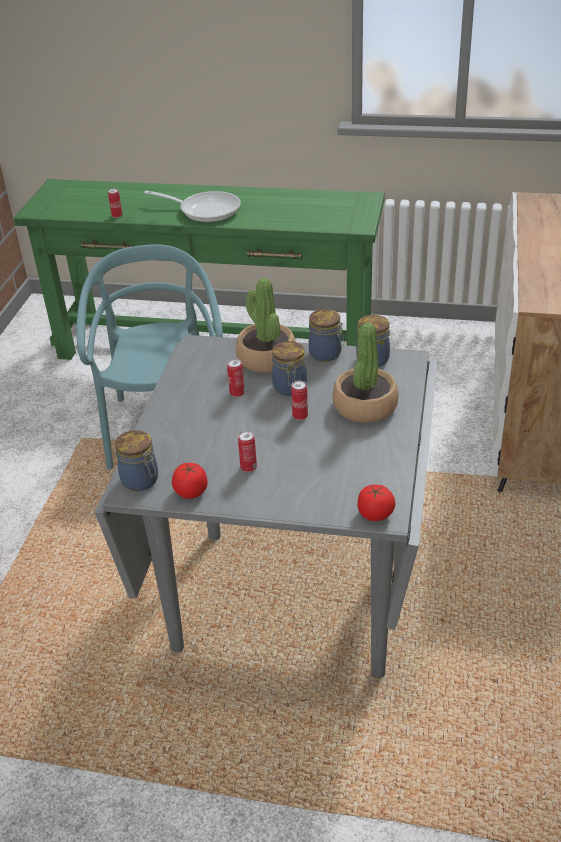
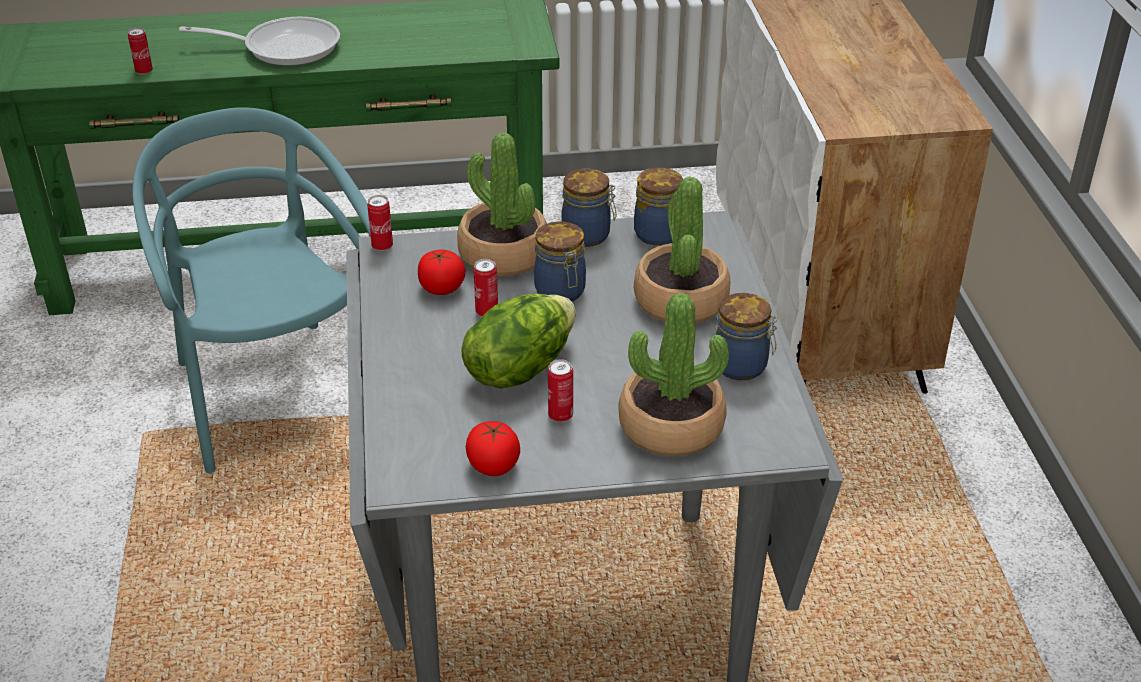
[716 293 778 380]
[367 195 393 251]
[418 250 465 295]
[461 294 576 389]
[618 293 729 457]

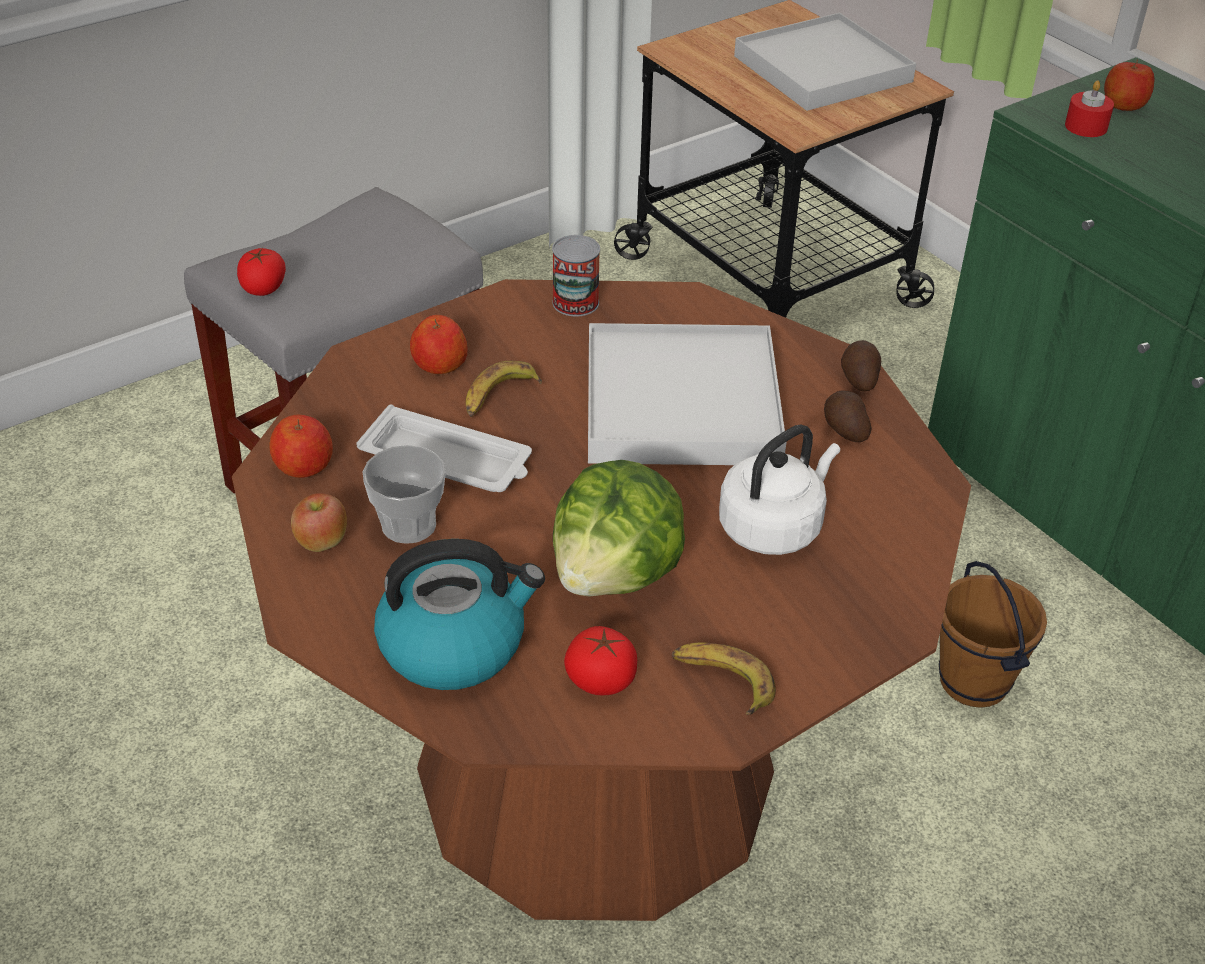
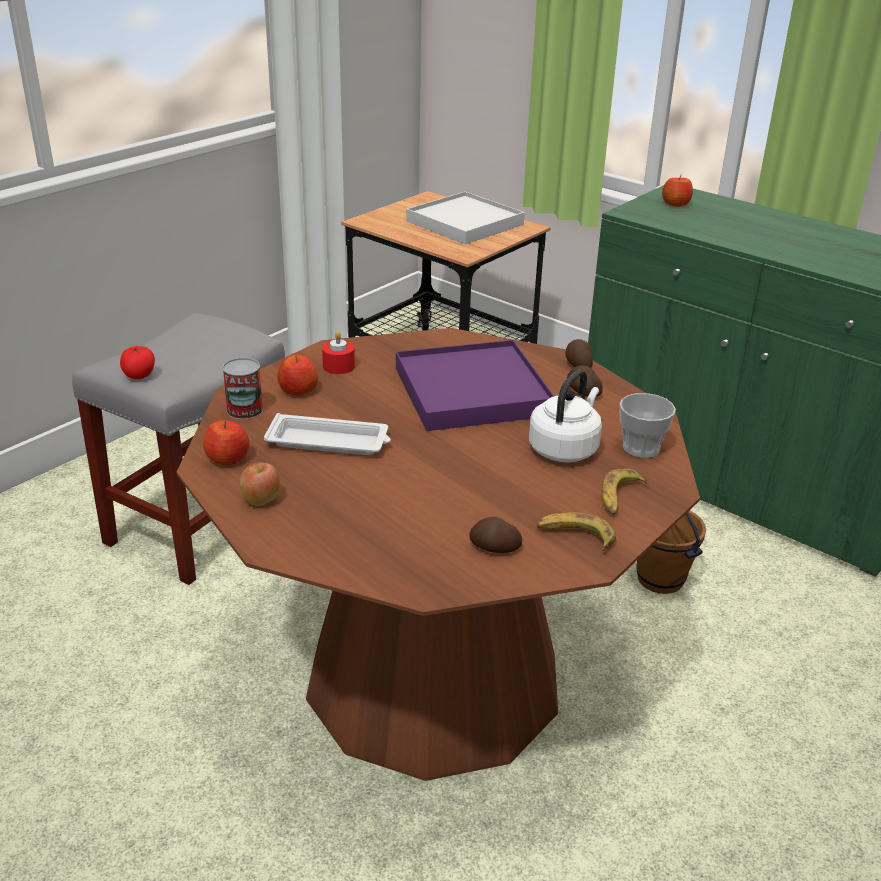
[619 393 676 458]
[374 539 545 690] (first image)
[601 469 648 515]
[222 358 263 420]
[553 460 685 596] (first image)
[469 517 522 553]
[396 340 554 431]
[322 331 355 374]

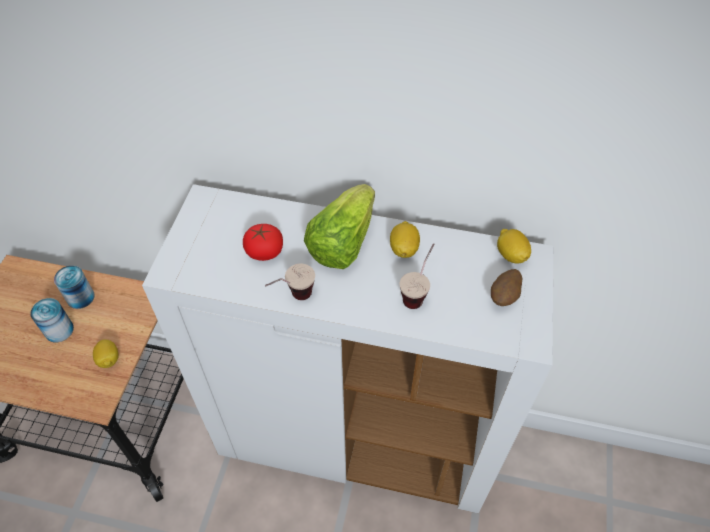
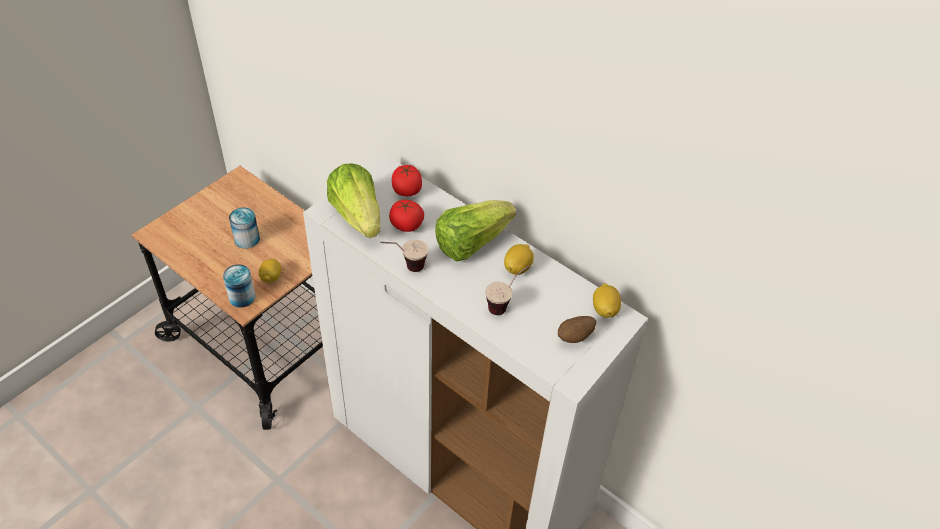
[223 264 256 308]
[327 163 380 238]
[392 165 422 196]

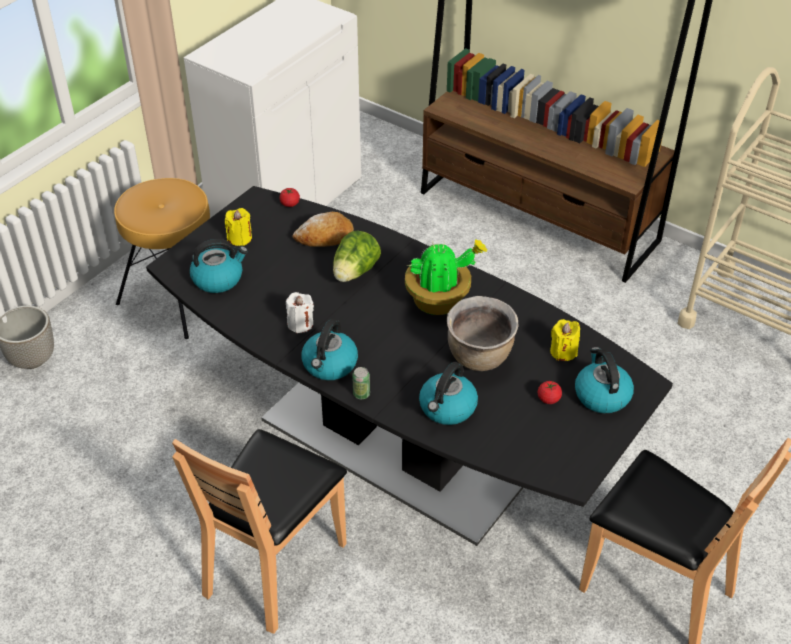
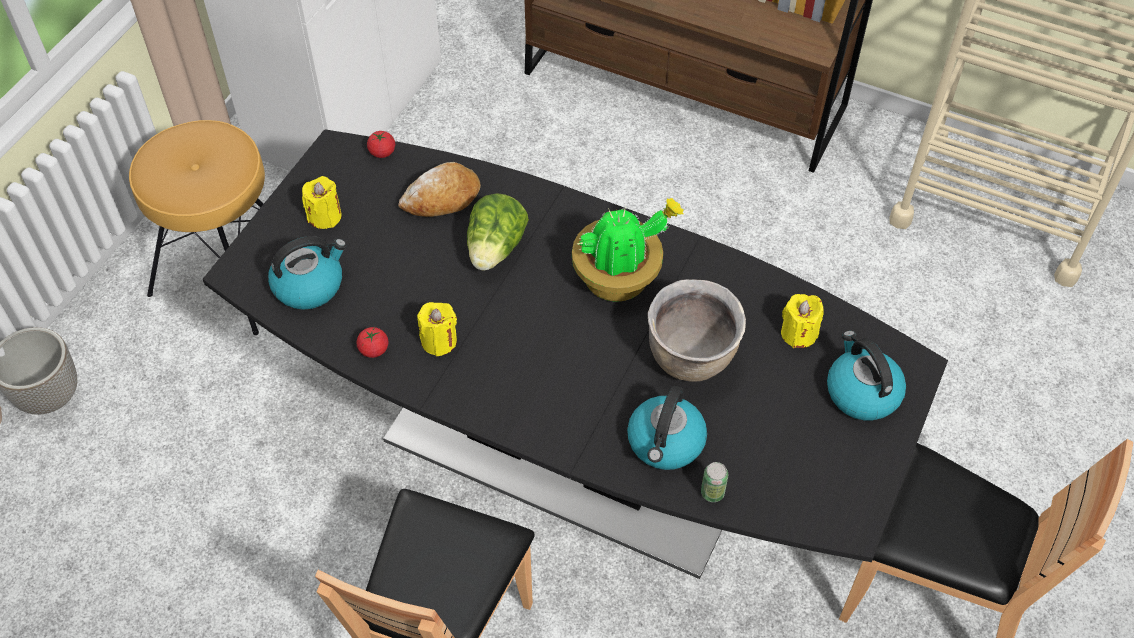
[417 302 457 356]
[301 319 358 380] (first image)
[701 462 728 502]
[356 327 388 358]

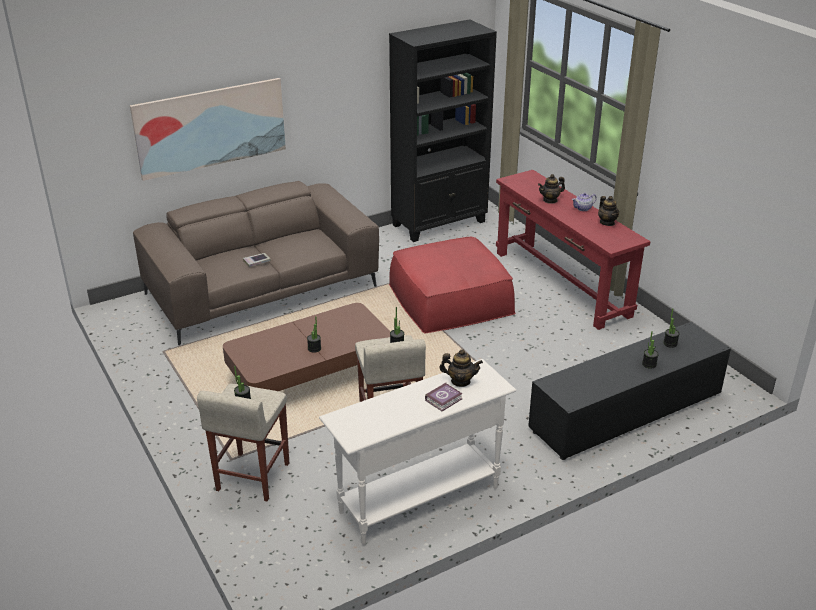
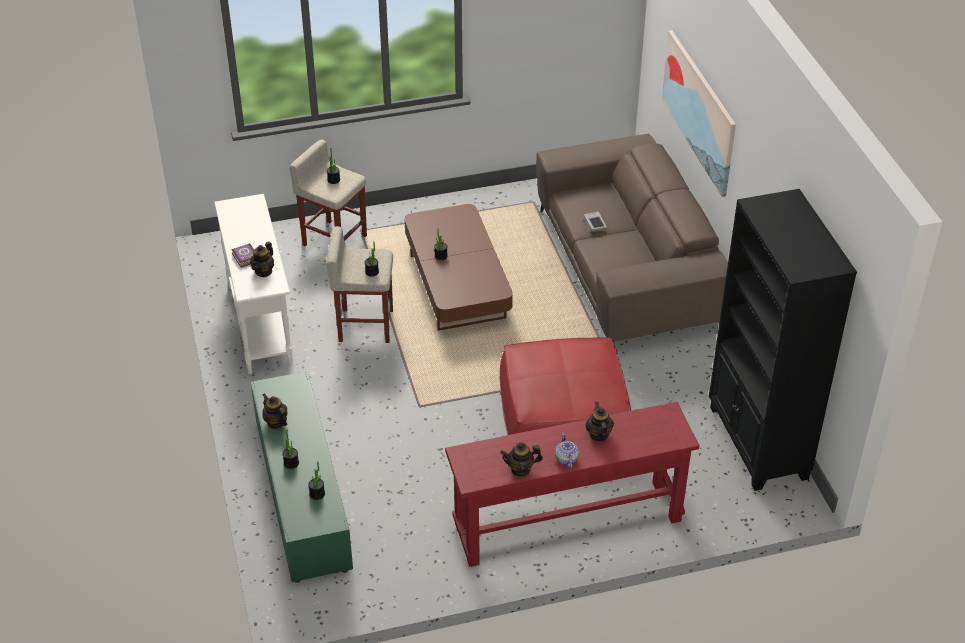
[251 371 353 583]
[262 393 288 429]

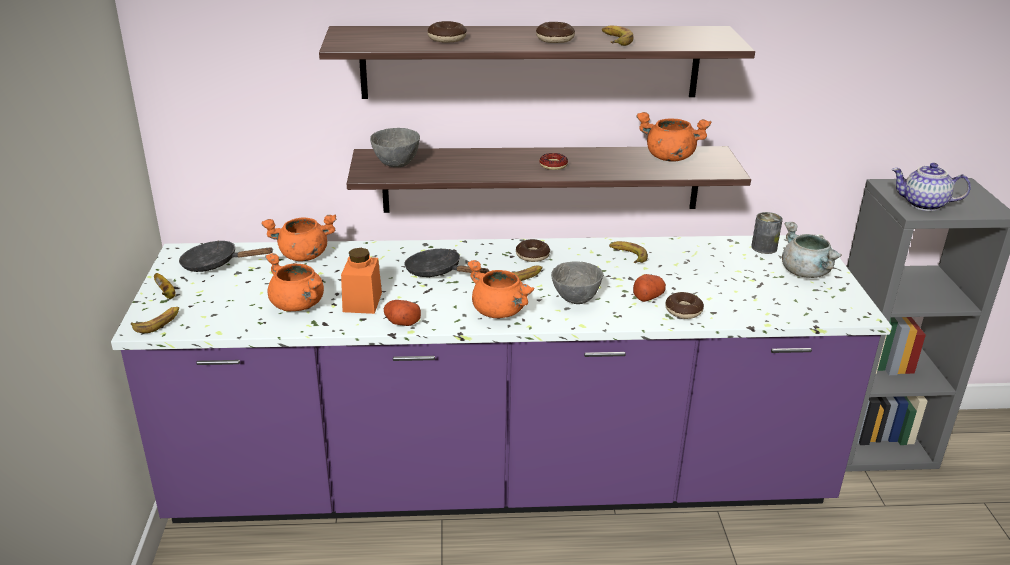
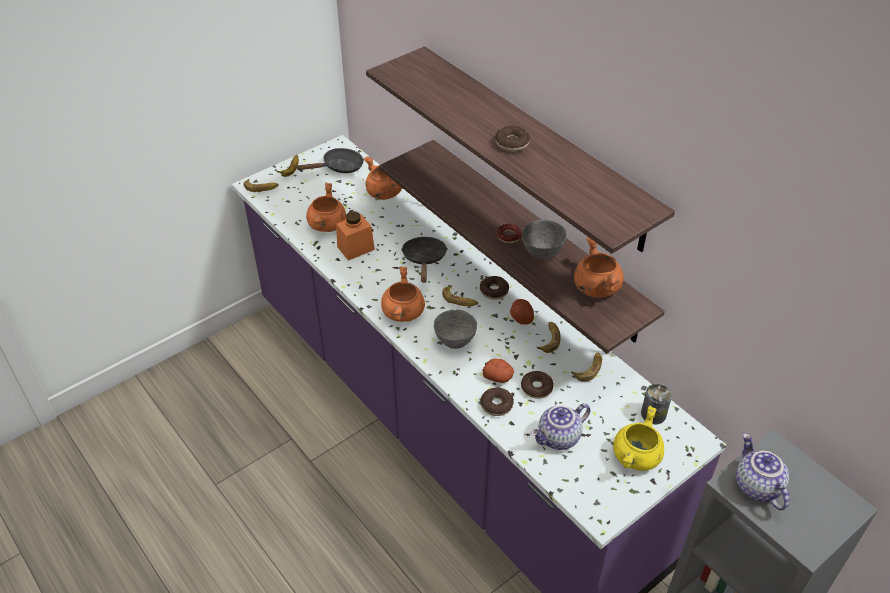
[297 148 364 173]
[522 220 567 259]
[510 299 534 324]
[521 371 554 399]
[571 352 602 381]
[613 406 664 471]
[531 403 590 450]

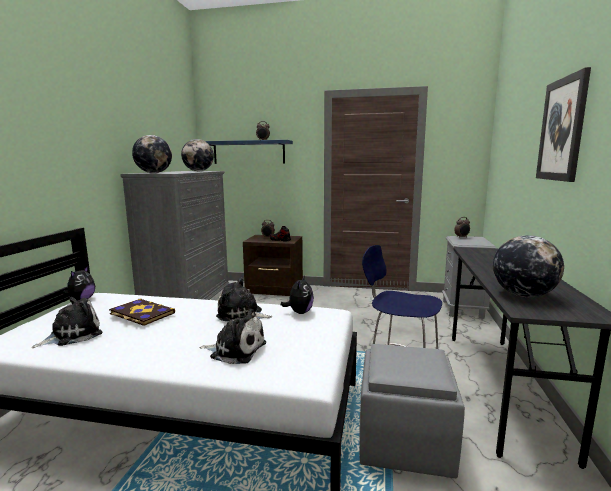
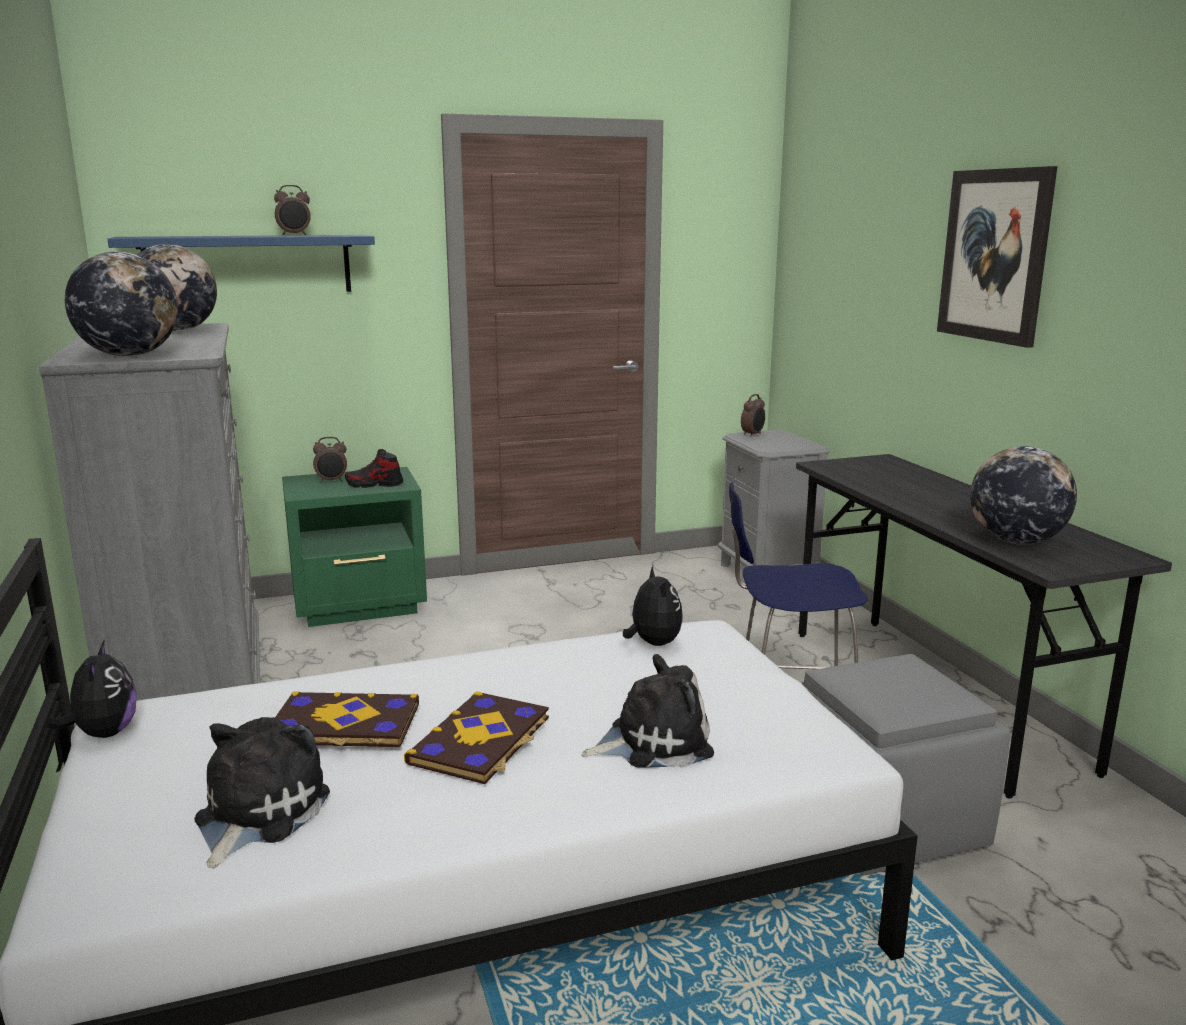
[216 277 272 321] (first image)
[282 467 427 627]
[404 691 549 784]

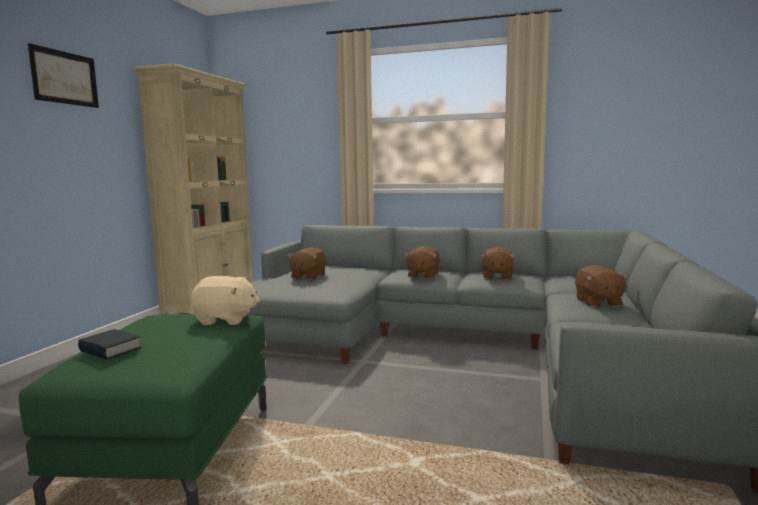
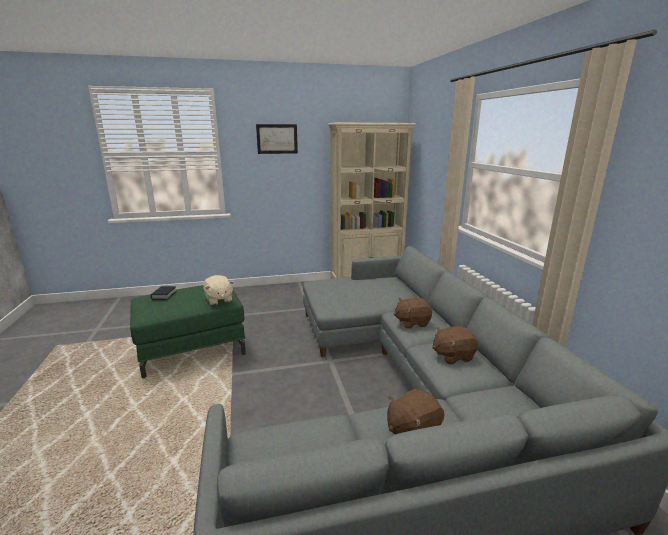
[287 247 326 280] (first image)

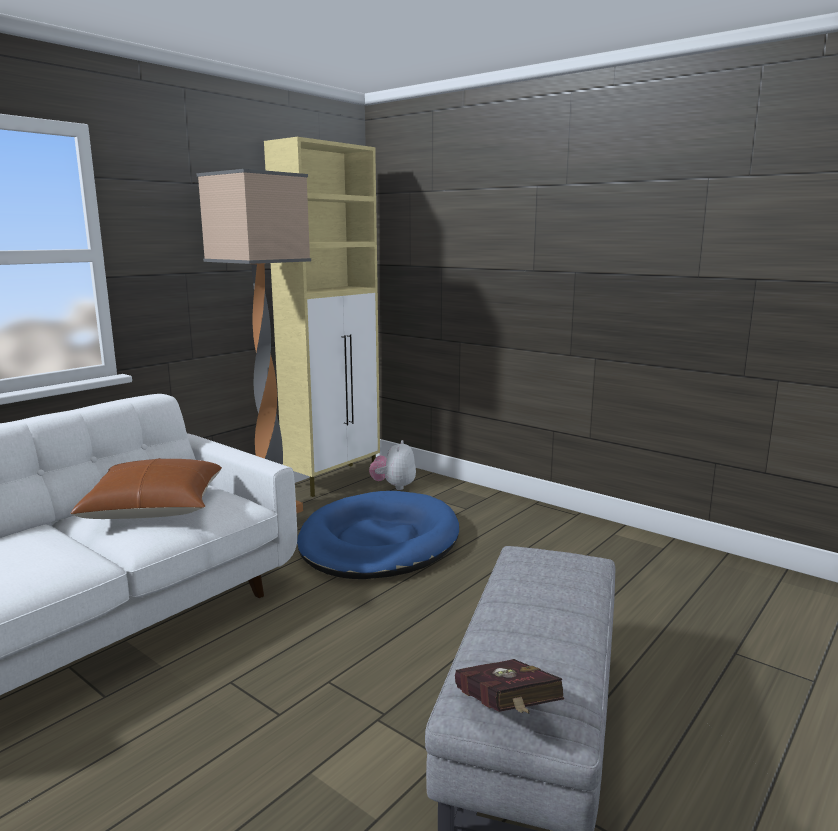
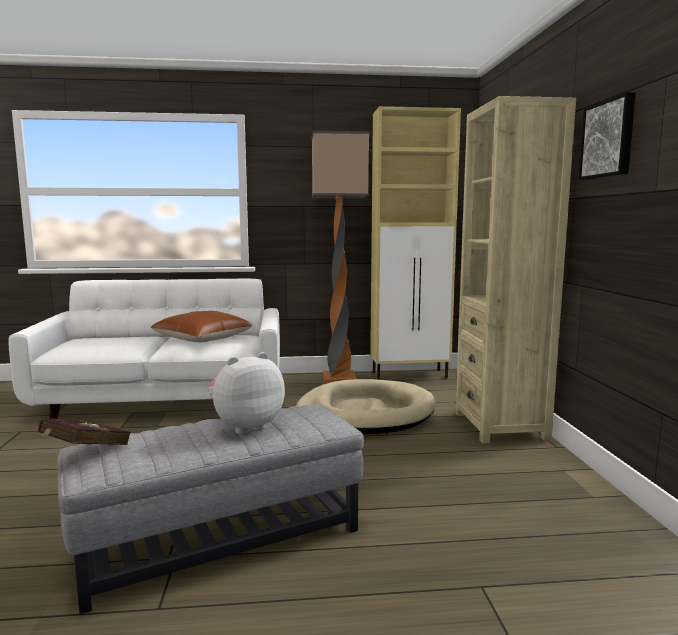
[296 379 436 434]
[208 352 285 434]
[455 96 576 443]
[579 92 636 180]

